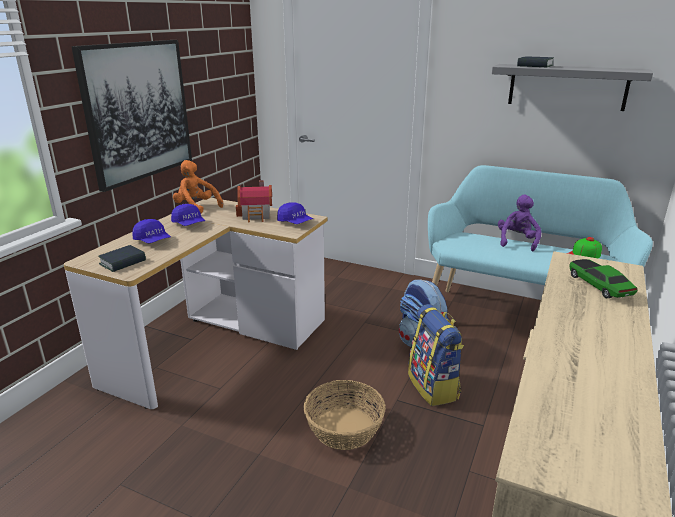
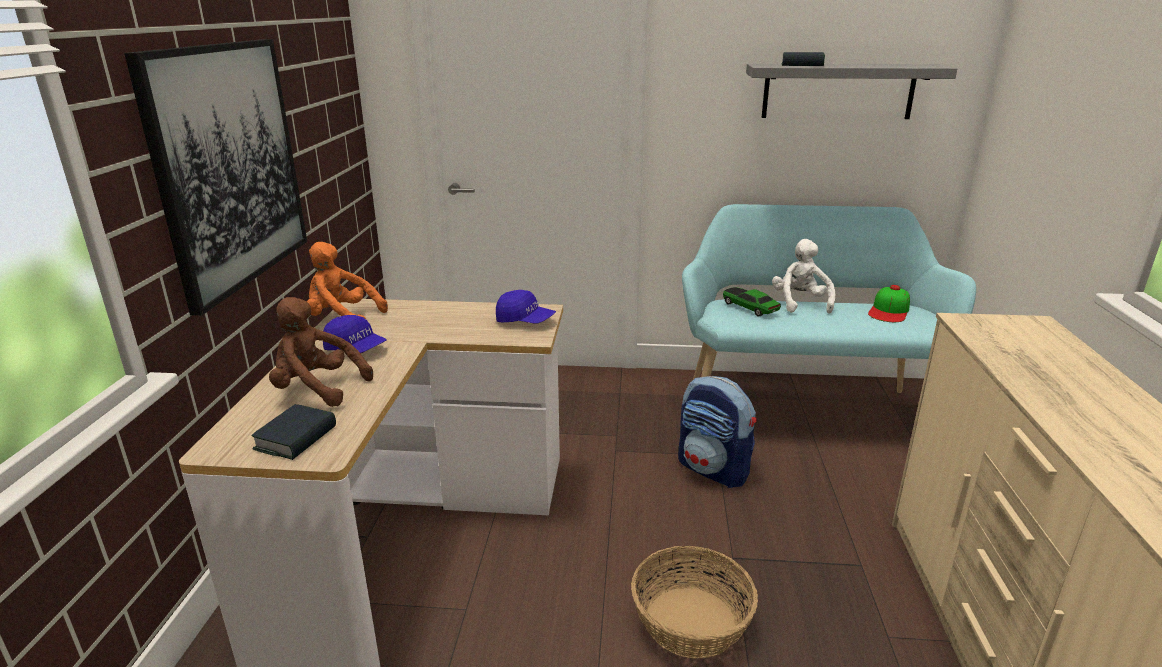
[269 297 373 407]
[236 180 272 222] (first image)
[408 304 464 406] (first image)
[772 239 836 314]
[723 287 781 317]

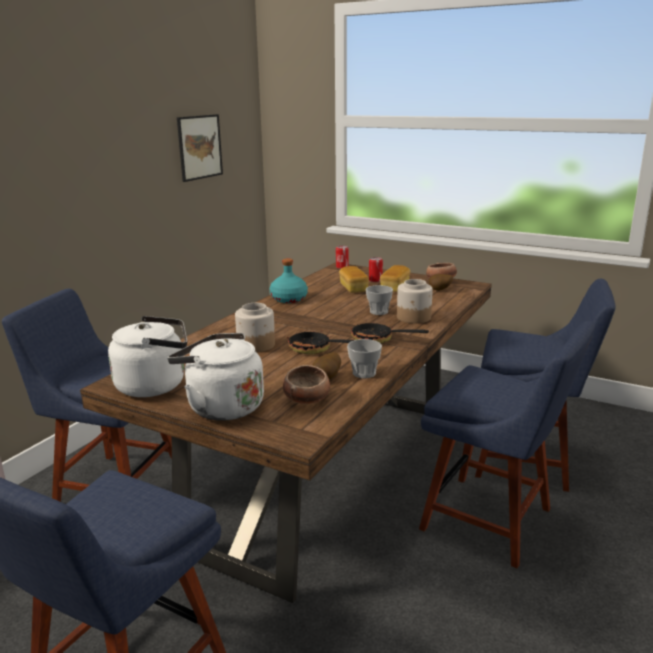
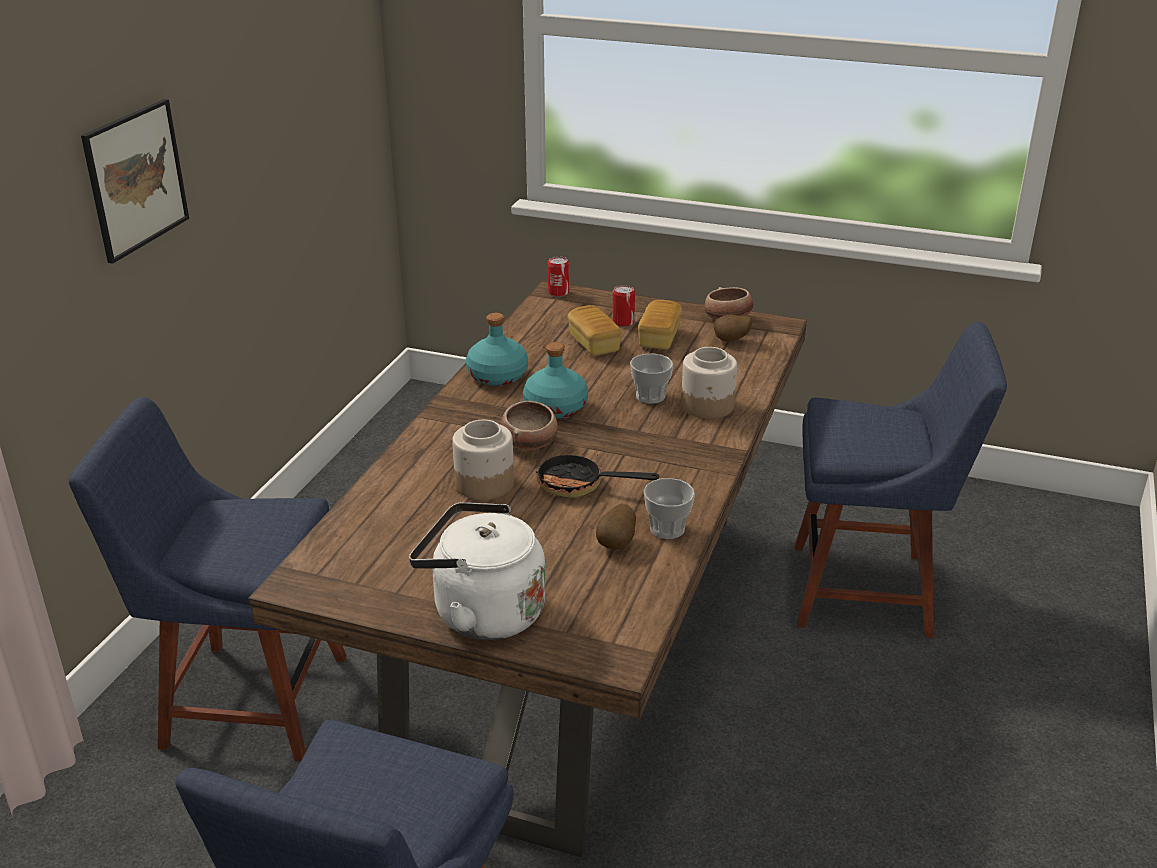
[108 316 187 397] (first image)
[81 99 189 264]
[500 401 558 450]
[351 316 429 344] (first image)
[419 321 595 569] (first image)
[523 342 588 419]

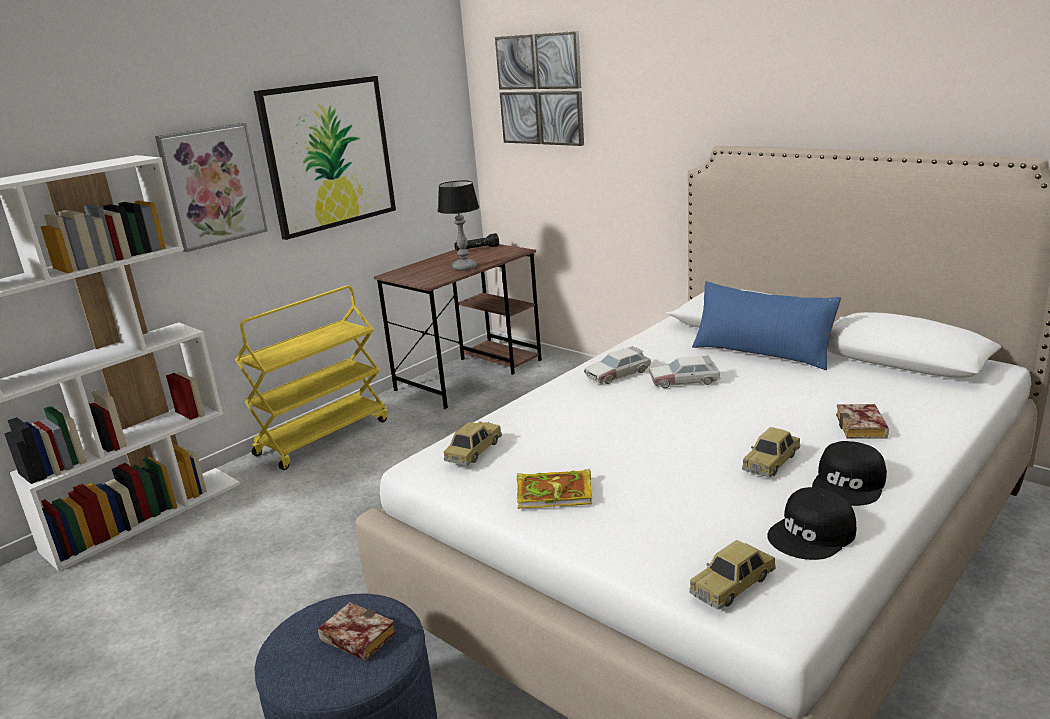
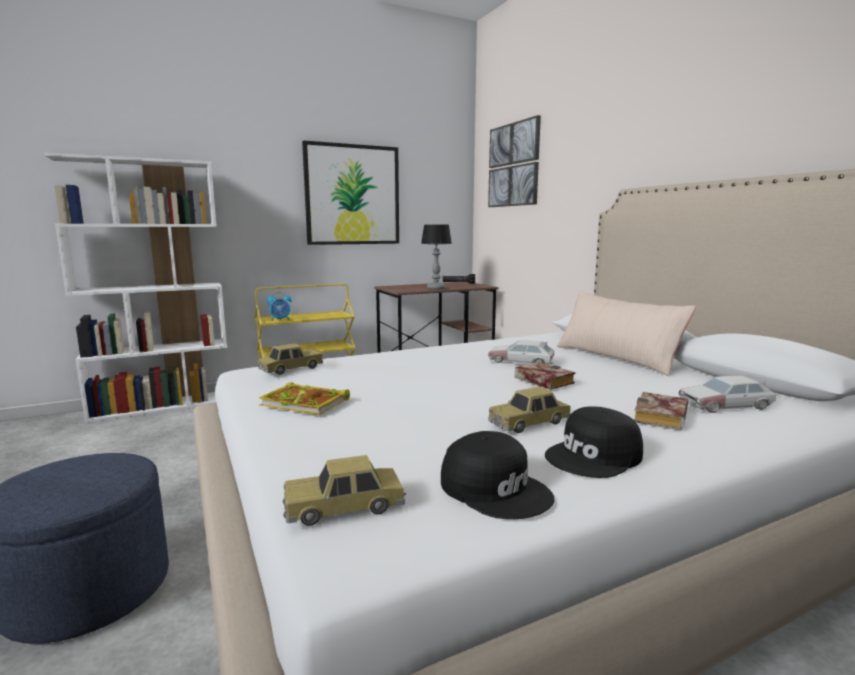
[155 123 268 252] (first image)
[515 362 575 390]
[678 375 776 413]
[557 291 696 376]
[441 431 555 519]
[268 292 292 321]

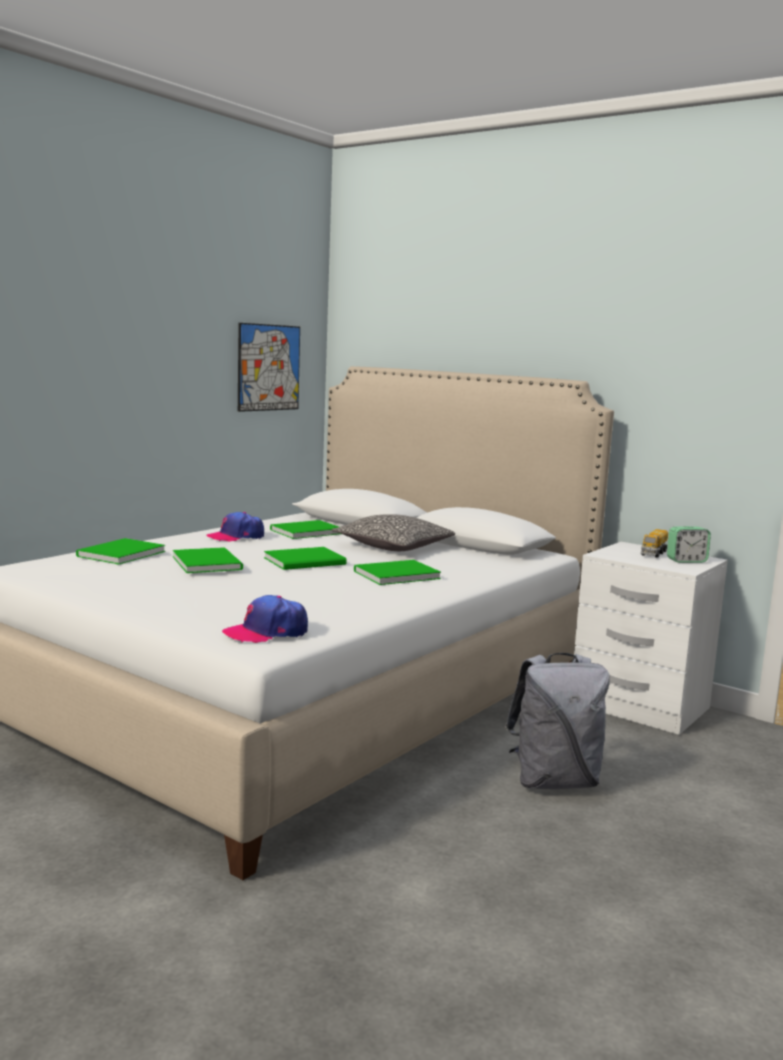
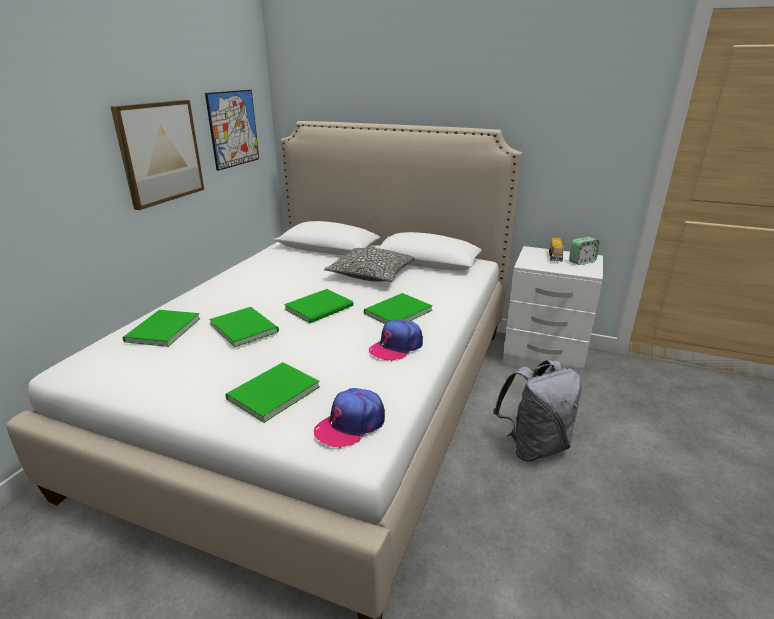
[369 319 423 362]
[225 362 320 423]
[110 100 204 210]

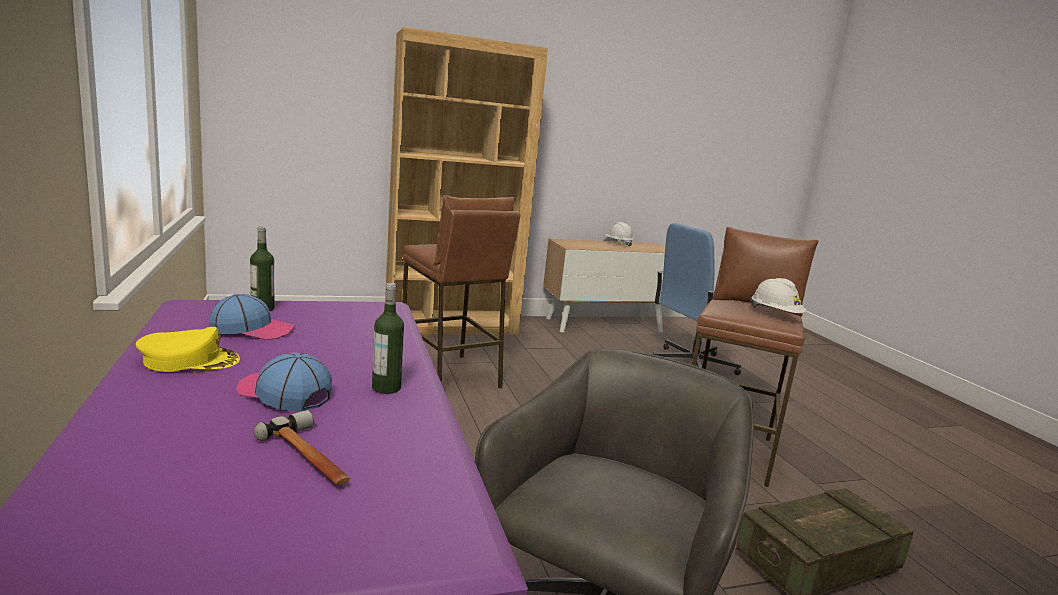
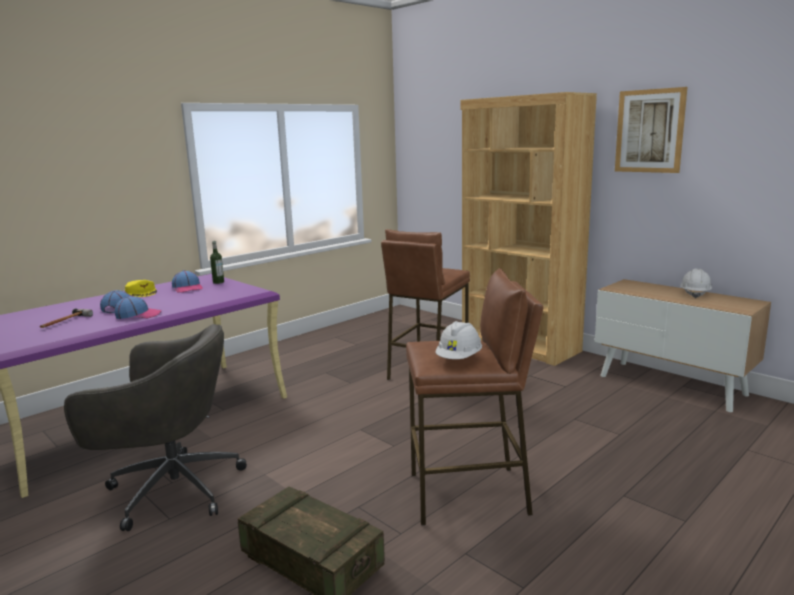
[115 296 162 319]
[653 223 741 375] (first image)
[615 87 687 173]

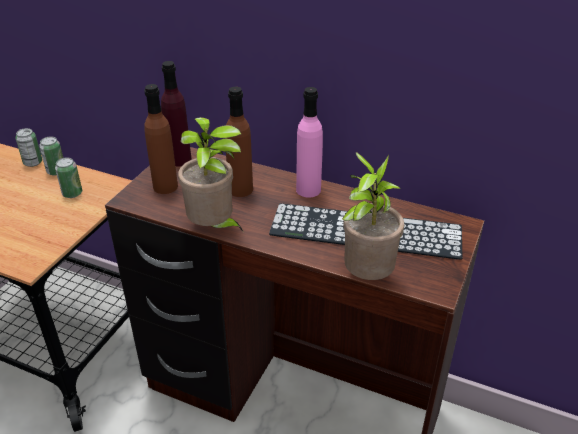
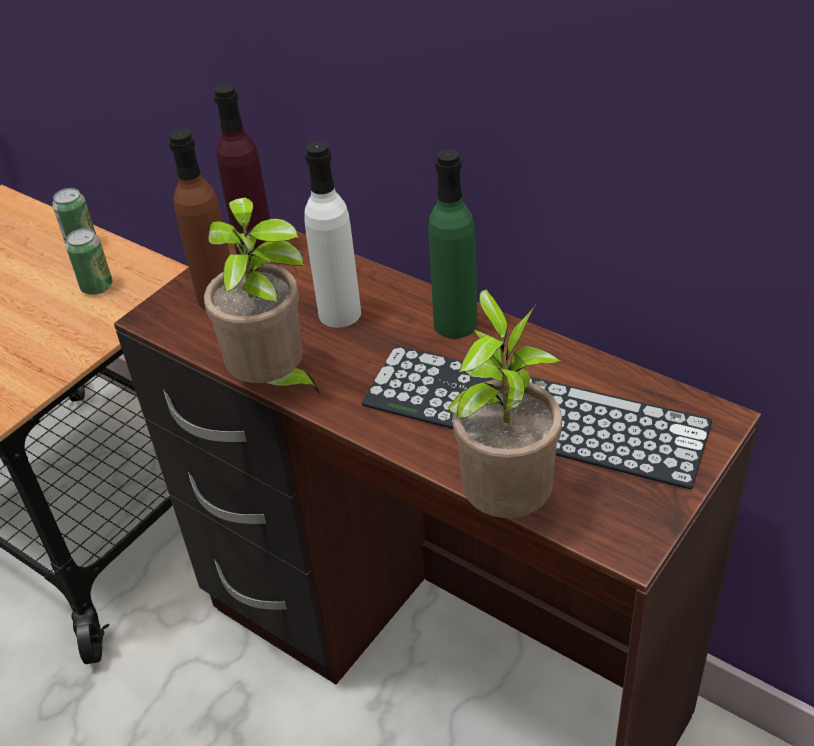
[15 128 42 167] (first image)
[304 141 361 328]
[428 149 477 339]

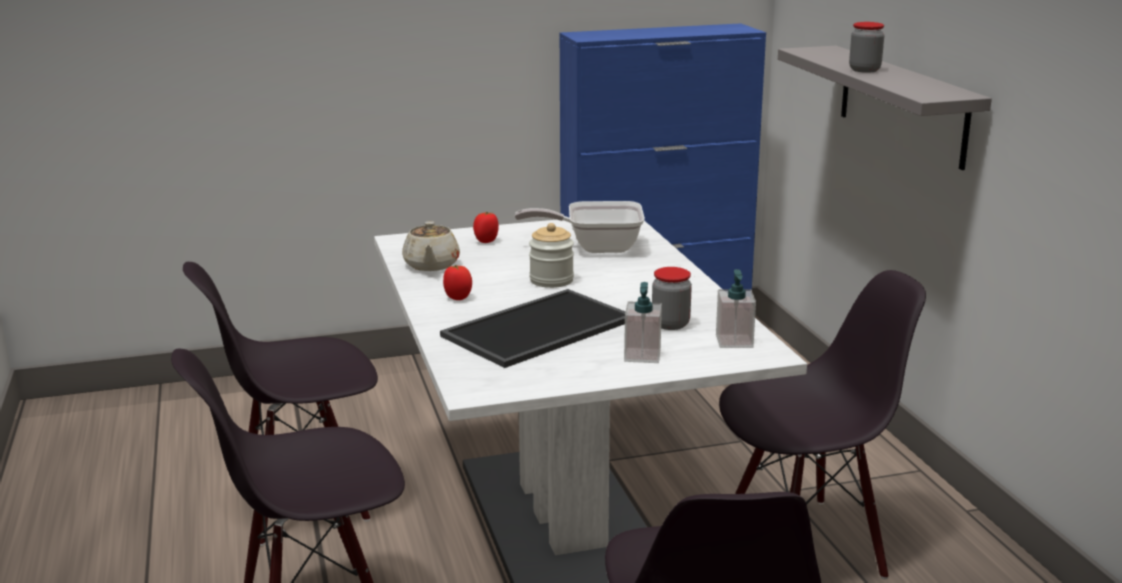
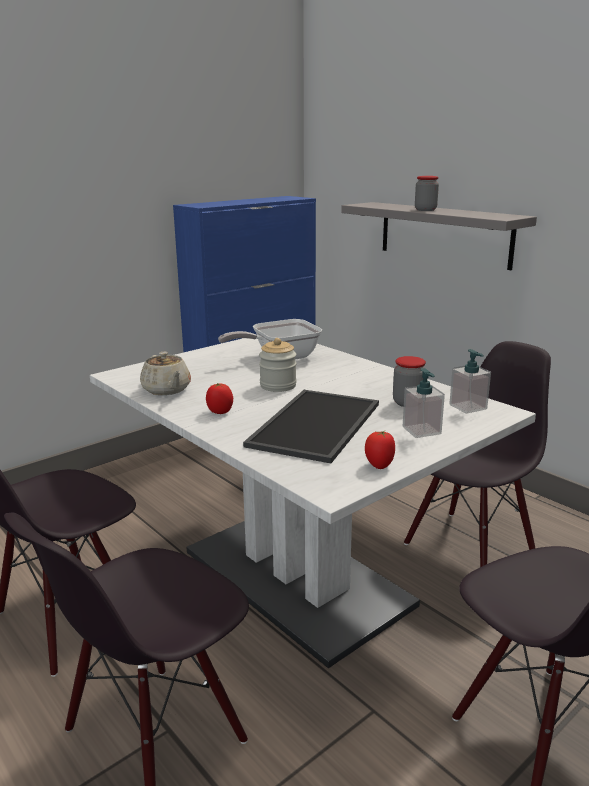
[365 431 395 469]

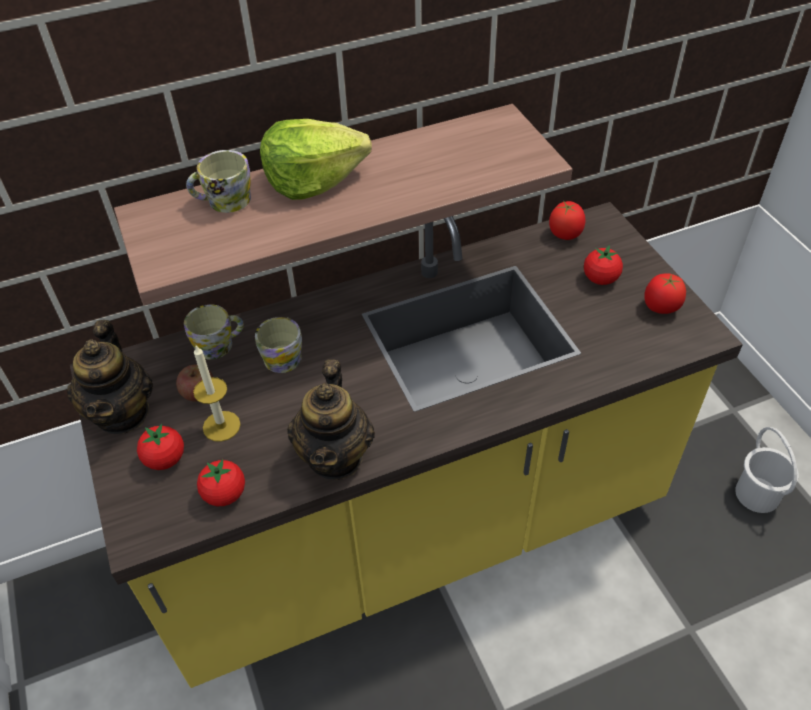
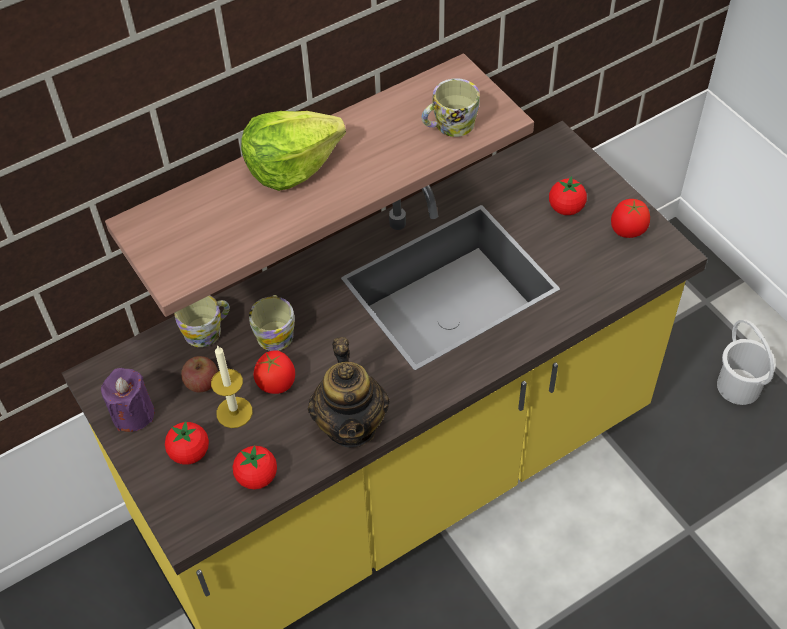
[101 368 154 432]
[421 78 480 137]
[254 350 295 394]

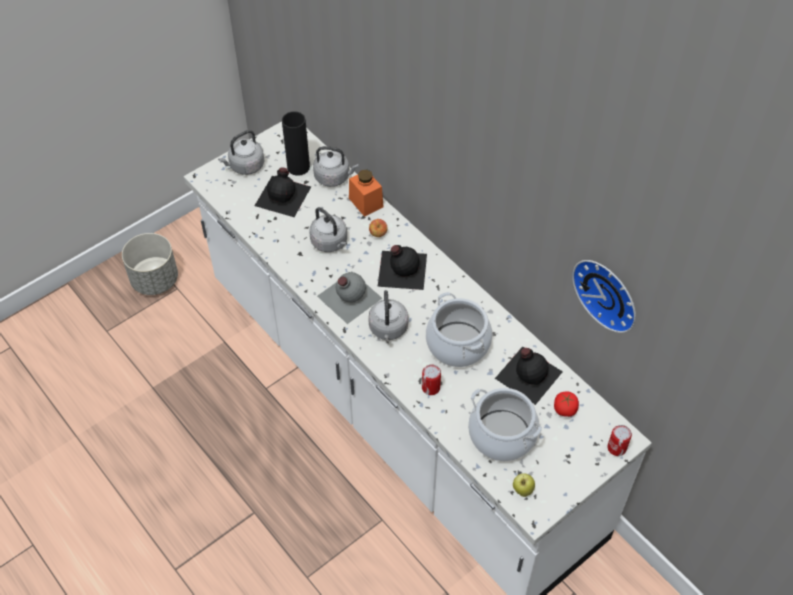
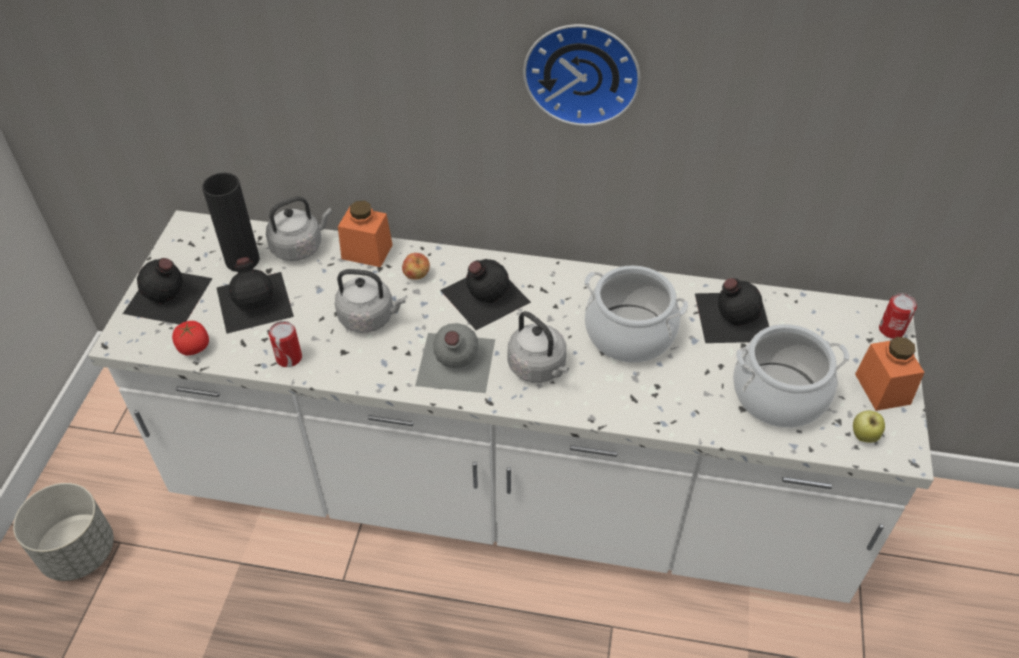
[123 258 213 325]
[269 321 302 367]
[172 321 209 356]
[523 24 641 126]
[855 337 925 411]

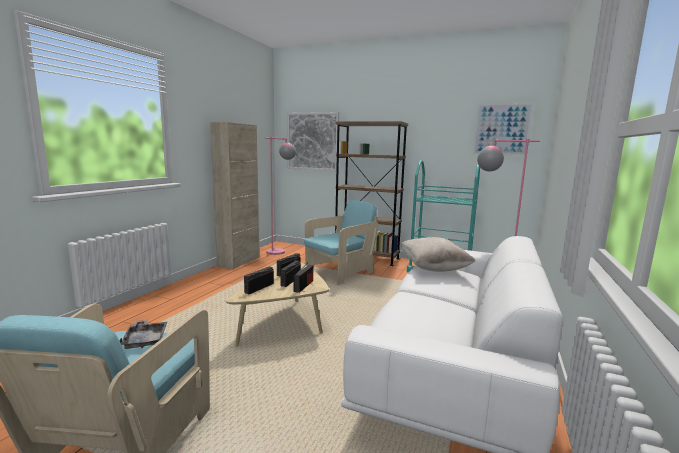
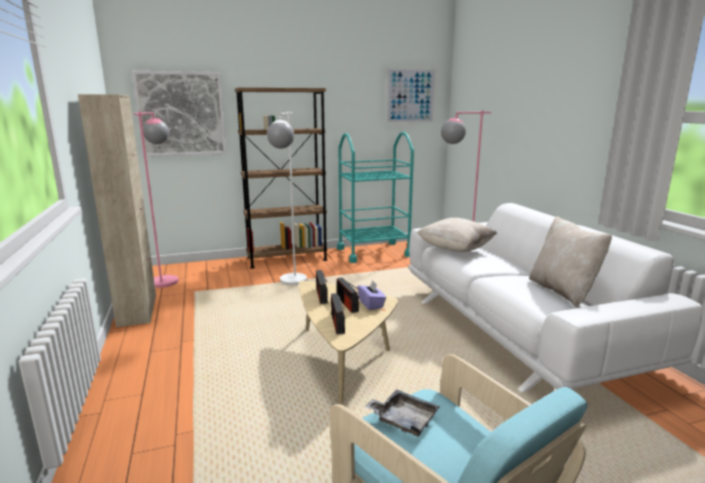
[357 280 386 310]
[267 111 307 285]
[529 216 612 307]

